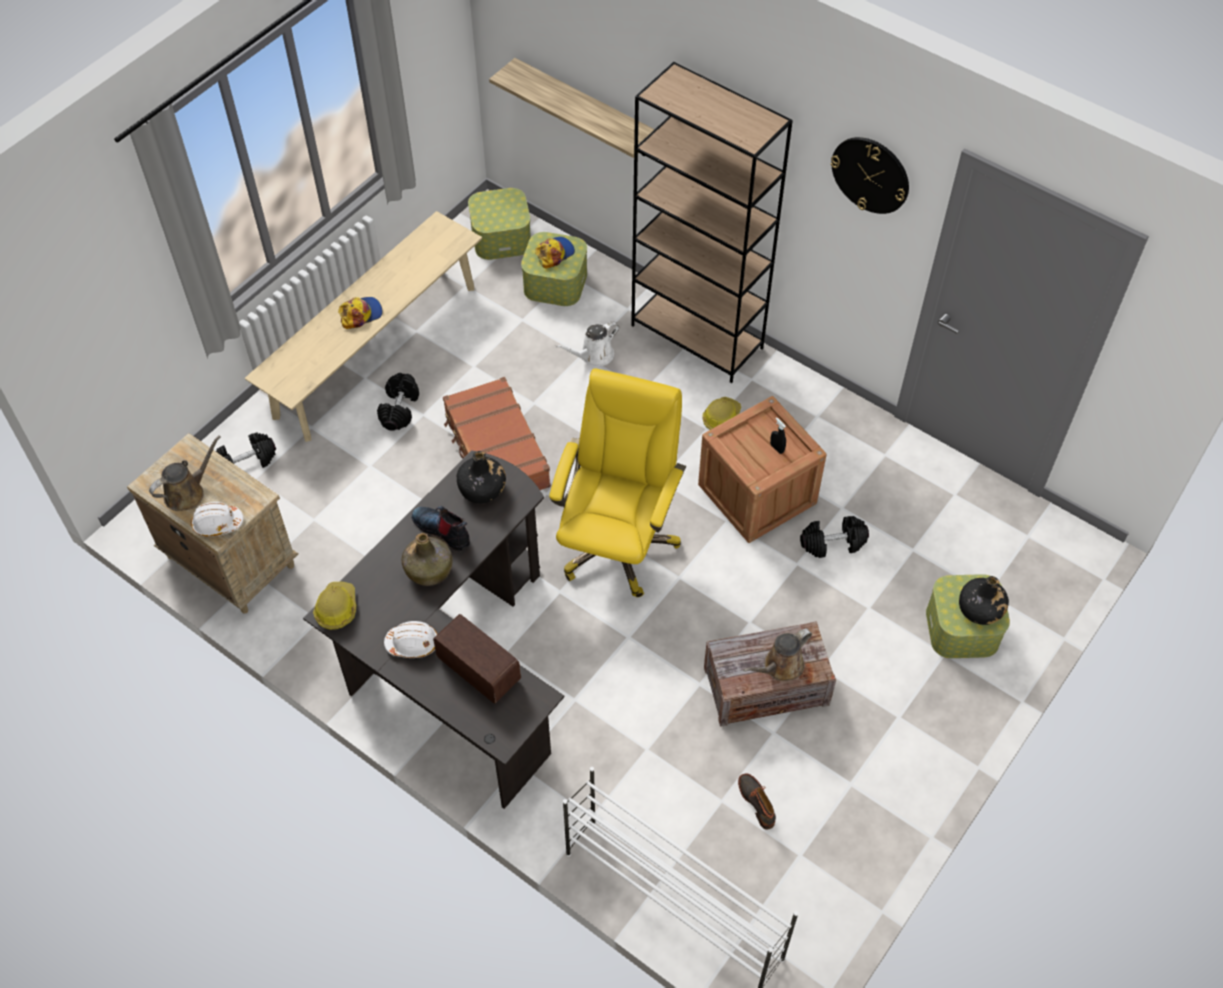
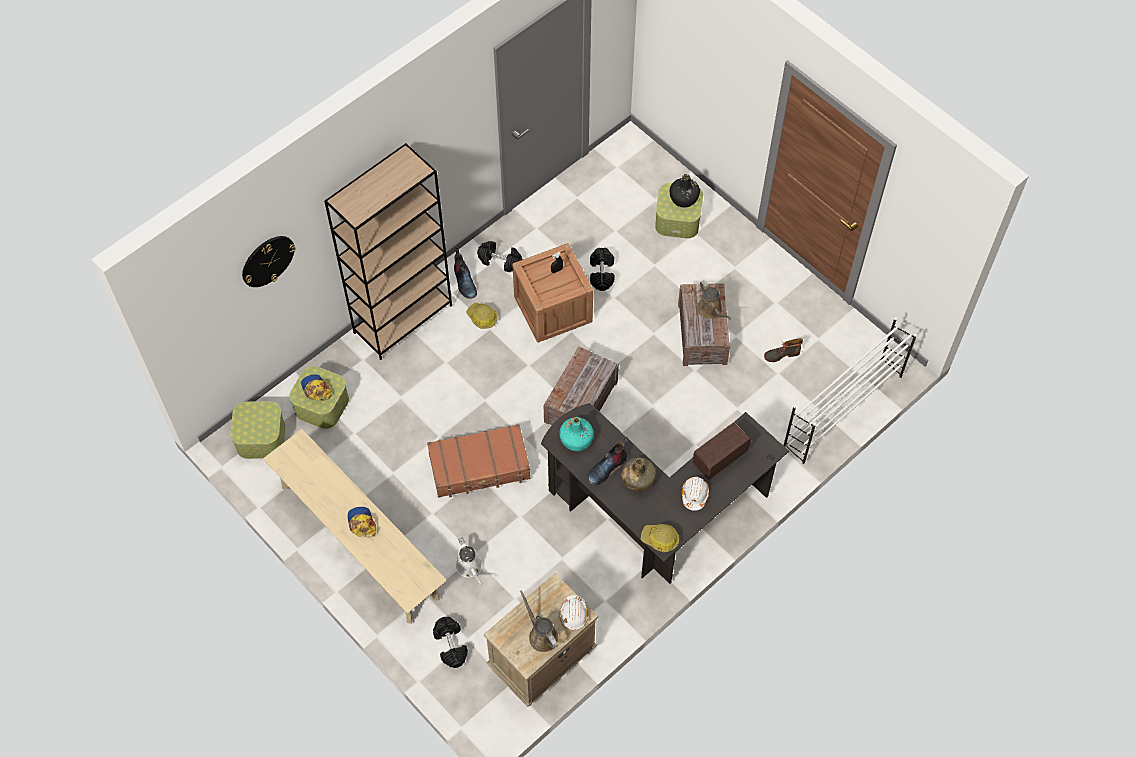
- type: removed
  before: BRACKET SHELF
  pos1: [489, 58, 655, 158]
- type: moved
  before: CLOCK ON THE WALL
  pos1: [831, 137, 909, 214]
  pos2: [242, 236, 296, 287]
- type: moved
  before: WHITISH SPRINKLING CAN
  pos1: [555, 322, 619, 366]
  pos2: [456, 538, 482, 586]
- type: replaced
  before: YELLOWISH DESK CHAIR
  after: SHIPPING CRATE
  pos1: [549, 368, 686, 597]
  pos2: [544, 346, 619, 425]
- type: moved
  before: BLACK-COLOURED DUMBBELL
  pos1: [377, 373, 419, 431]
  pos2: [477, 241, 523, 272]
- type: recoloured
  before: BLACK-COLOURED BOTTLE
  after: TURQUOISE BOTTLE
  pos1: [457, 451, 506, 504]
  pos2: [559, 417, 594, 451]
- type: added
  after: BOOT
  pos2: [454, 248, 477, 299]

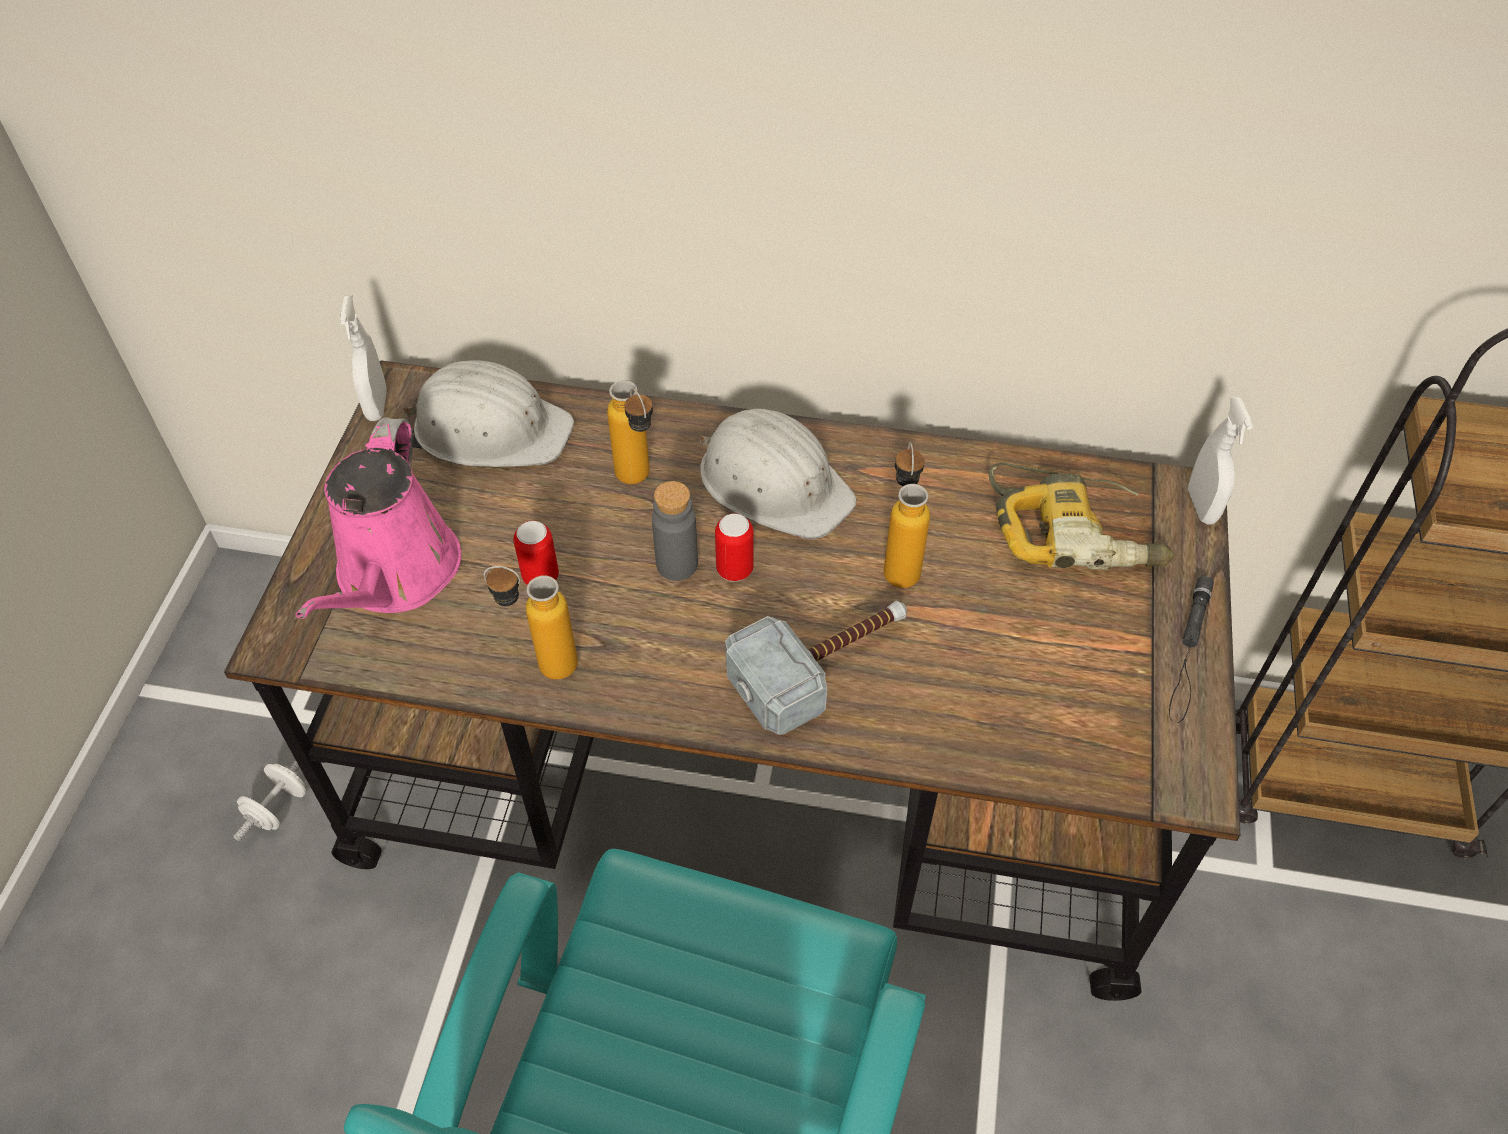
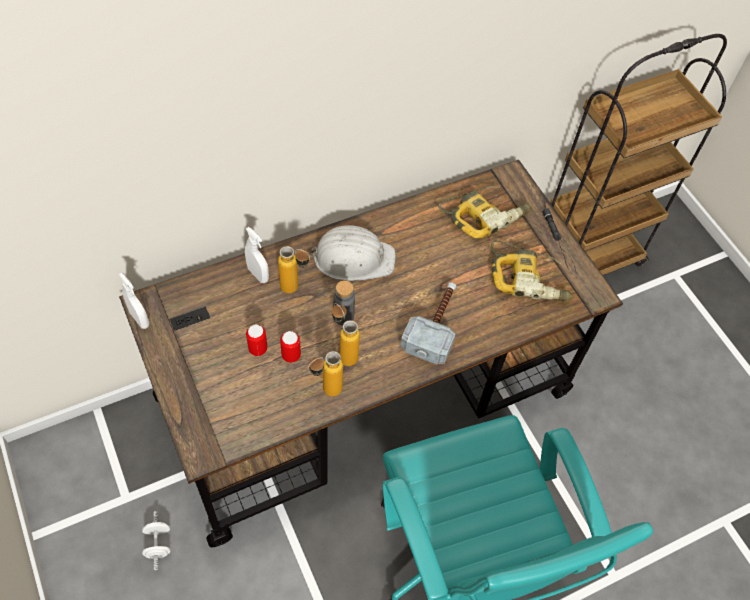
- type: removed
  before: WHITISH SAFETY HELMET
  pos1: [401, 360, 574, 467]
- type: moved
  before: WHITISH SPRAYER
  pos1: [1188, 397, 1253, 525]
  pos2: [245, 227, 269, 283]
- type: removed
  before: PINKISH SPRINKLING CAN
  pos1: [296, 417, 462, 619]
- type: moved
  before: BOTTLE
  pos1: [884, 442, 930, 588]
  pos2: [332, 303, 360, 366]
- type: moved
  before: METAL CAN
  pos1: [715, 513, 754, 582]
  pos2: [246, 324, 267, 356]
- type: added
  after: DRILL
  pos2: [491, 240, 573, 301]

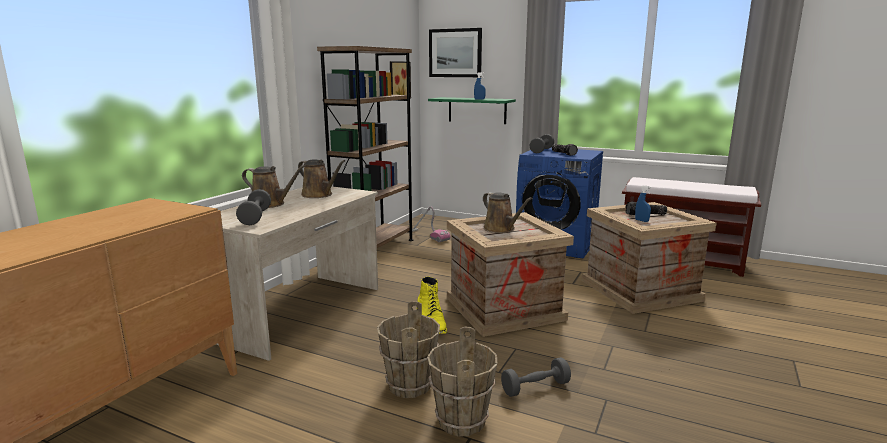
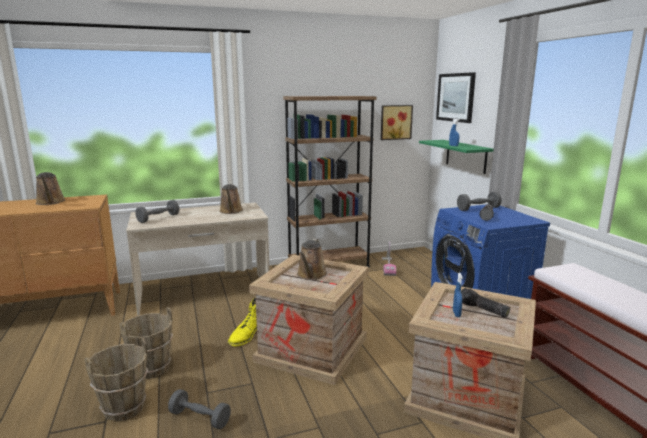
- type: moved
  before: BROWNISH SPRINKLING CAN
  pos1: [242, 165, 306, 208]
  pos2: [36, 172, 65, 205]

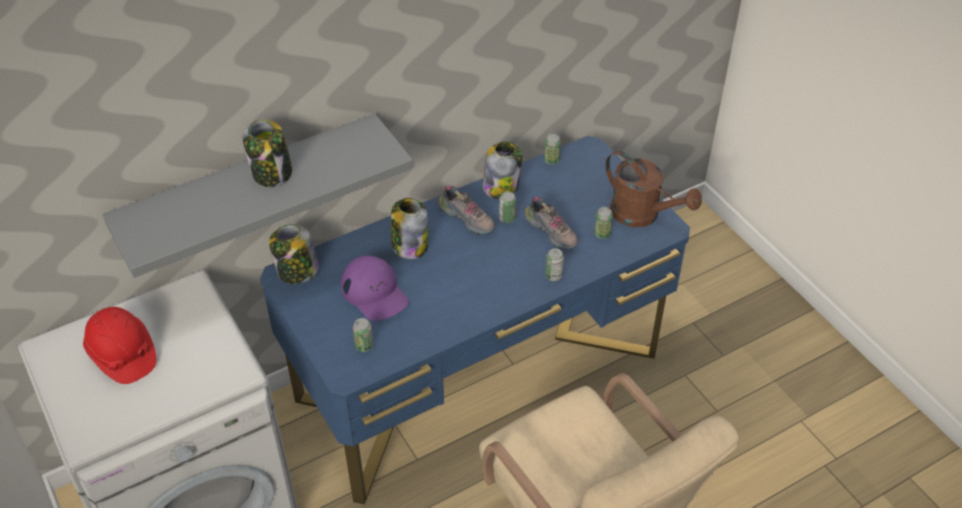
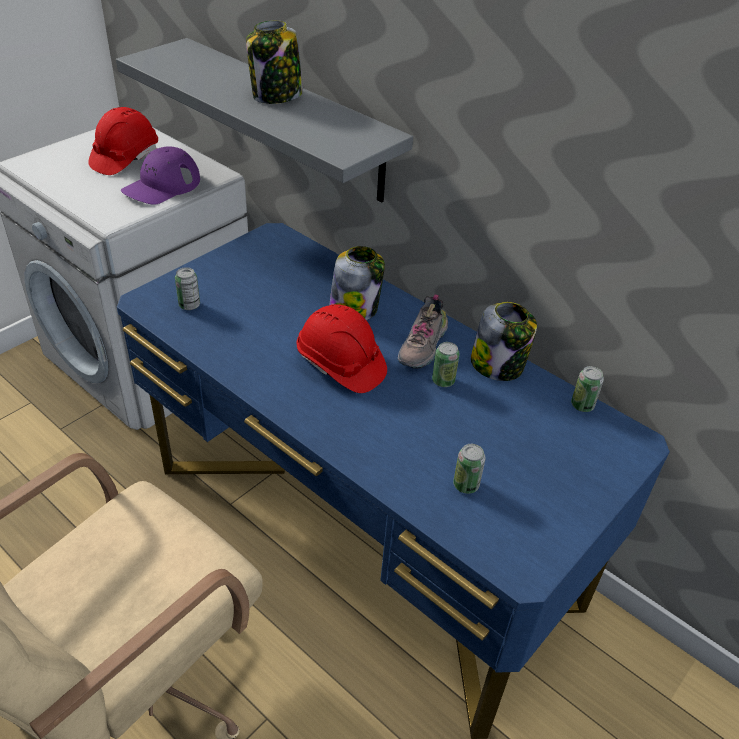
- type: removed
  before: BROWNISH SPRINKLING CAN
  pos1: [605, 151, 702, 227]
- type: removed
  before: ITEM OF FOOTWEAR
  pos1: [524, 196, 578, 250]
- type: removed
  before: PRESERVE JAR
  pos1: [269, 224, 319, 284]
- type: removed
  before: METAL CAN
  pos1: [545, 248, 564, 281]
- type: moved
  before: PURPLE-COLOURED BASEBALL CAP
  pos1: [341, 255, 409, 321]
  pos2: [121, 146, 200, 205]
- type: added
  after: REDDISH SAFETY HELMET
  pos2: [296, 304, 387, 393]

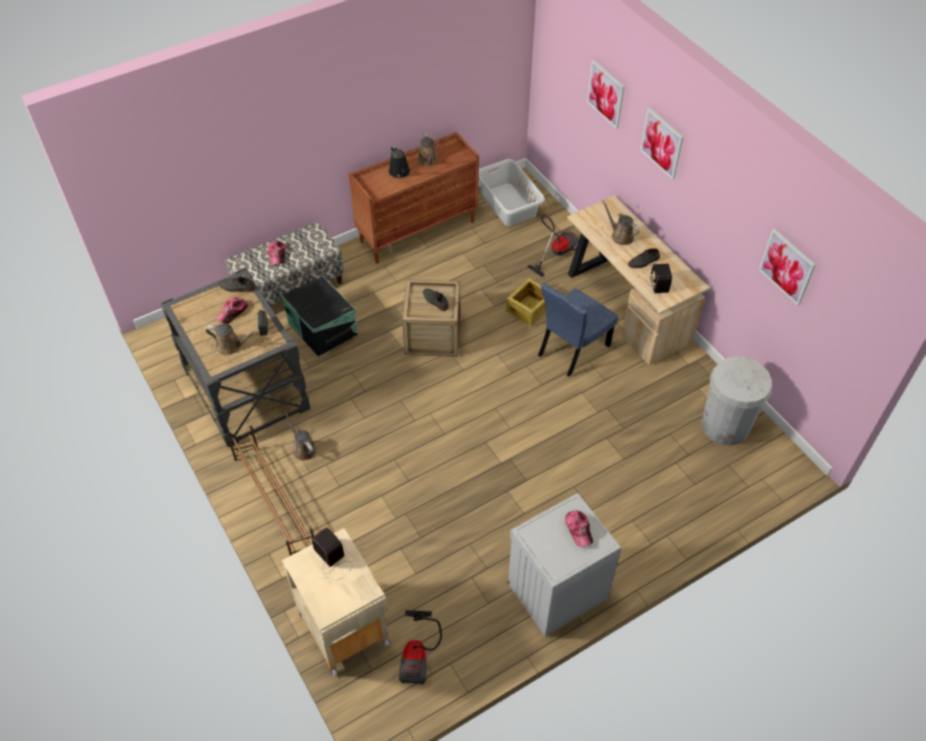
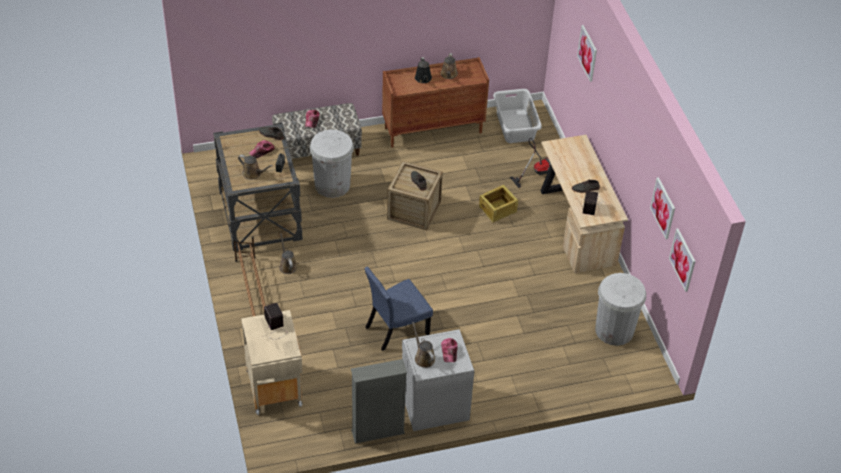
- type: moved
  before: WALL ART
  pos1: [640, 108, 684, 180]
  pos2: [669, 229, 695, 292]
- type: moved
  before: BROWNISH SPRINKLING CAN
  pos1: [602, 200, 640, 245]
  pos2: [412, 322, 435, 368]
- type: replaced
  before: BLACK-COLOURED STORAGE BIN
  after: WHITISH RUBBISH BIN
  pos1: [281, 276, 358, 357]
  pos2: [309, 129, 354, 198]
- type: moved
  before: BLUE-COLOURED PLAIN CHAIR
  pos1: [538, 283, 618, 377]
  pos2: [365, 267, 433, 351]
- type: removed
  before: VACUUM
  pos1: [399, 610, 442, 684]
- type: added
  after: GREY BOOKCASE
  pos2: [351, 359, 407, 444]

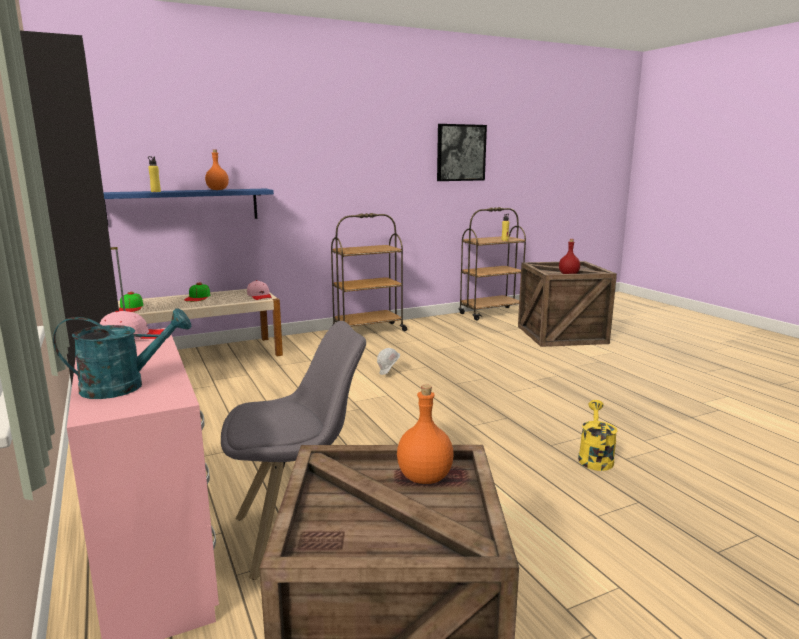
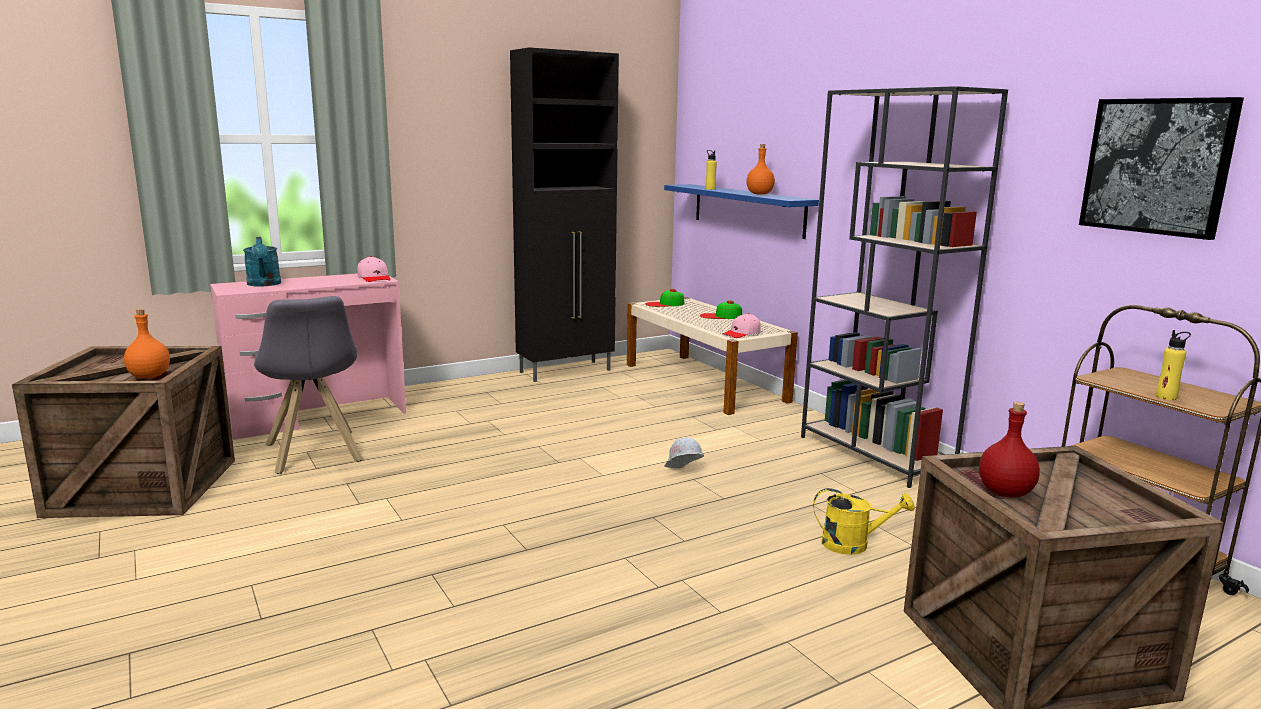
- type: replaced
  before: BROWNISH TROLLEY
  after: BOOKCASE
  pos1: [331, 213, 407, 332]
  pos2: [801, 86, 1008, 488]
- type: moved
  before: YELLOWISH SPRINKLING CAN
  pos1: [578, 400, 617, 471]
  pos2: [813, 488, 915, 555]

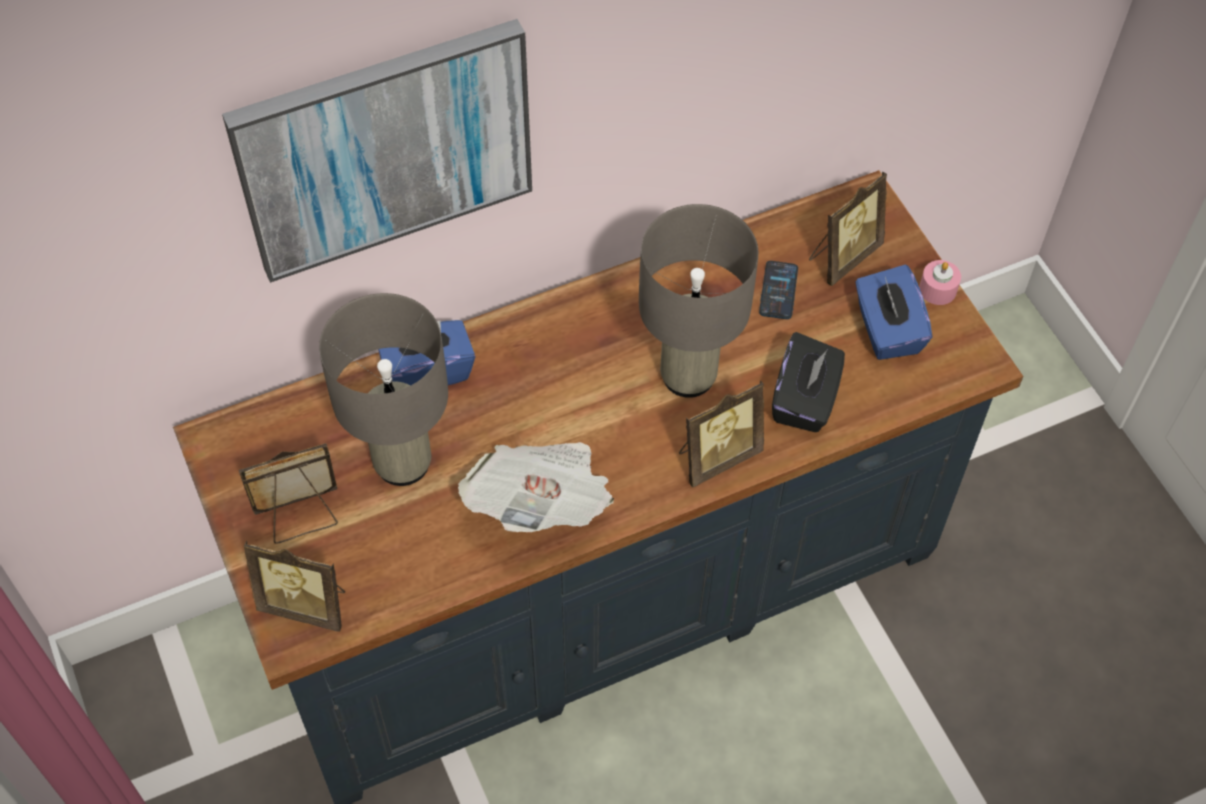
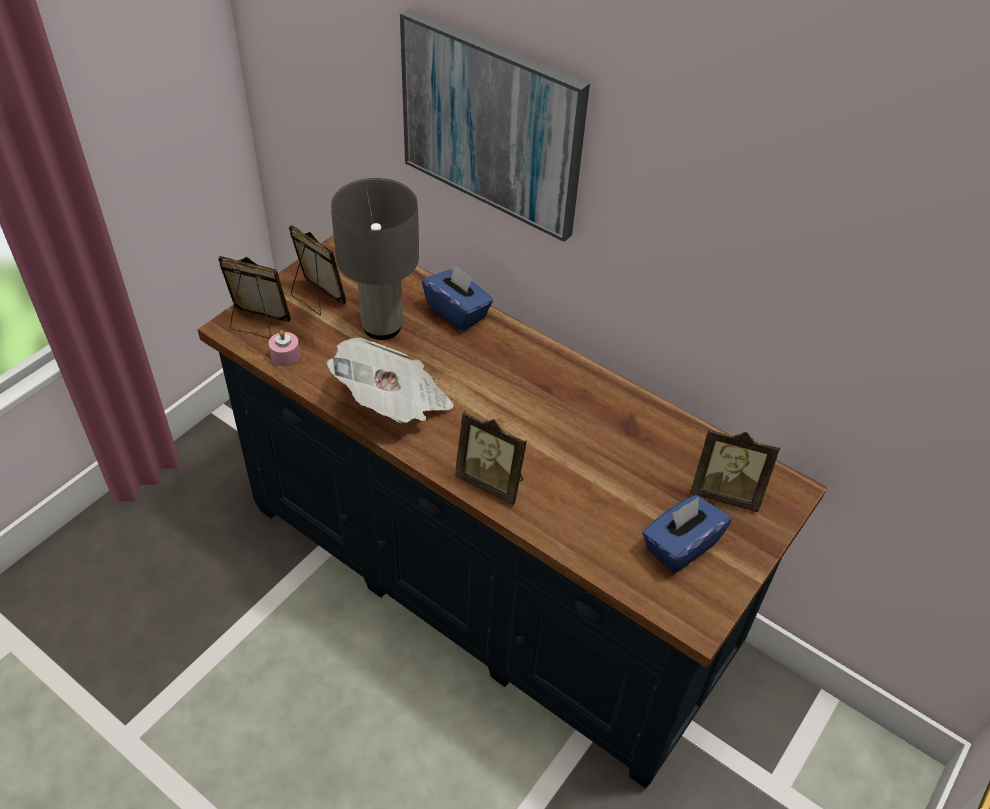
- type: removed
  before: GREY TABLETOP LAMP
  pos1: [639, 204, 758, 398]
- type: moved
  before: PINKISH WAX LIGHT
  pos1: [919, 260, 961, 305]
  pos2: [269, 330, 300, 366]
- type: removed
  before: HANDSET
  pos1: [759, 261, 798, 319]
- type: removed
  before: BLACK-COLOURED TISSUE BOX
  pos1: [772, 332, 845, 432]
- type: turned
  before: PICTURE FRAME
  pos1: [244, 541, 345, 632]
  pos2: [218, 256, 291, 339]
  turn: 120

